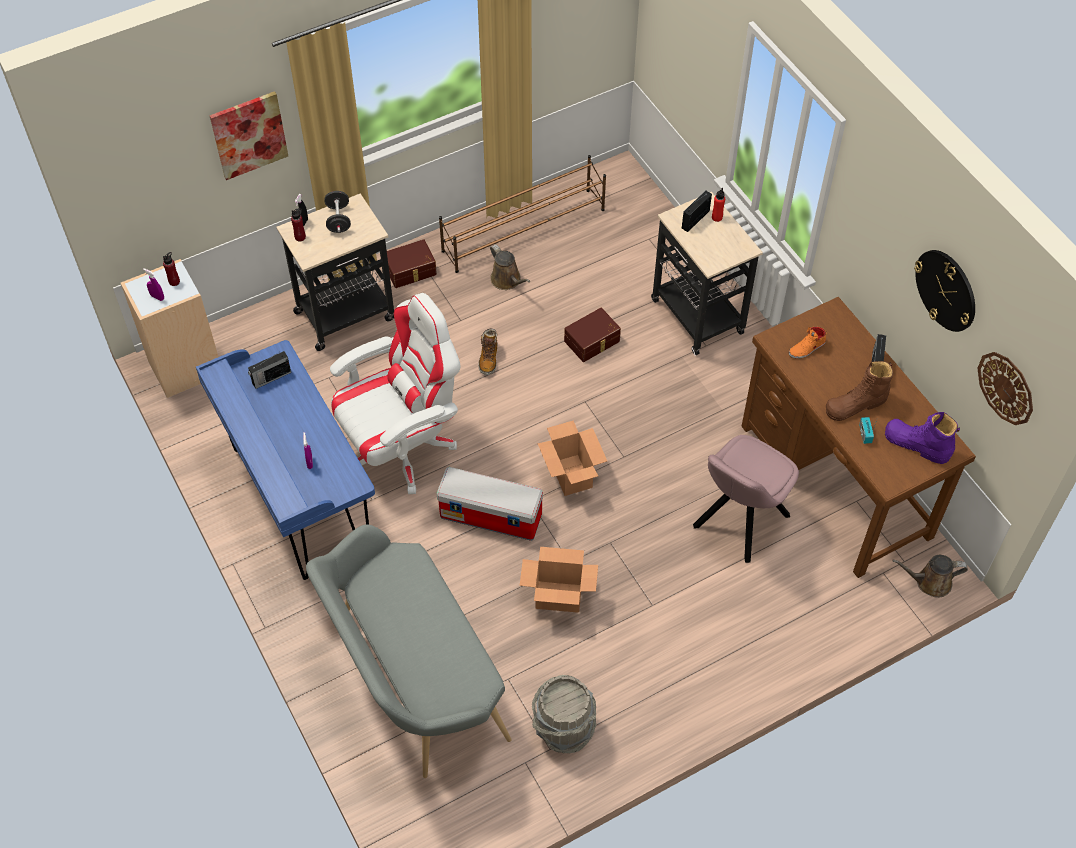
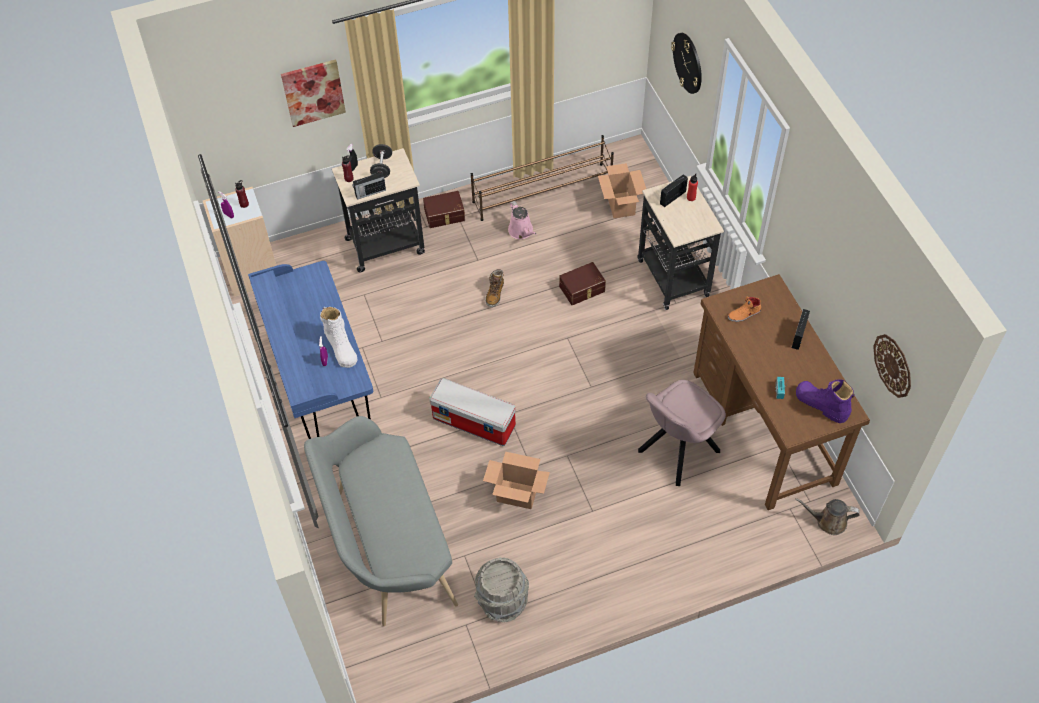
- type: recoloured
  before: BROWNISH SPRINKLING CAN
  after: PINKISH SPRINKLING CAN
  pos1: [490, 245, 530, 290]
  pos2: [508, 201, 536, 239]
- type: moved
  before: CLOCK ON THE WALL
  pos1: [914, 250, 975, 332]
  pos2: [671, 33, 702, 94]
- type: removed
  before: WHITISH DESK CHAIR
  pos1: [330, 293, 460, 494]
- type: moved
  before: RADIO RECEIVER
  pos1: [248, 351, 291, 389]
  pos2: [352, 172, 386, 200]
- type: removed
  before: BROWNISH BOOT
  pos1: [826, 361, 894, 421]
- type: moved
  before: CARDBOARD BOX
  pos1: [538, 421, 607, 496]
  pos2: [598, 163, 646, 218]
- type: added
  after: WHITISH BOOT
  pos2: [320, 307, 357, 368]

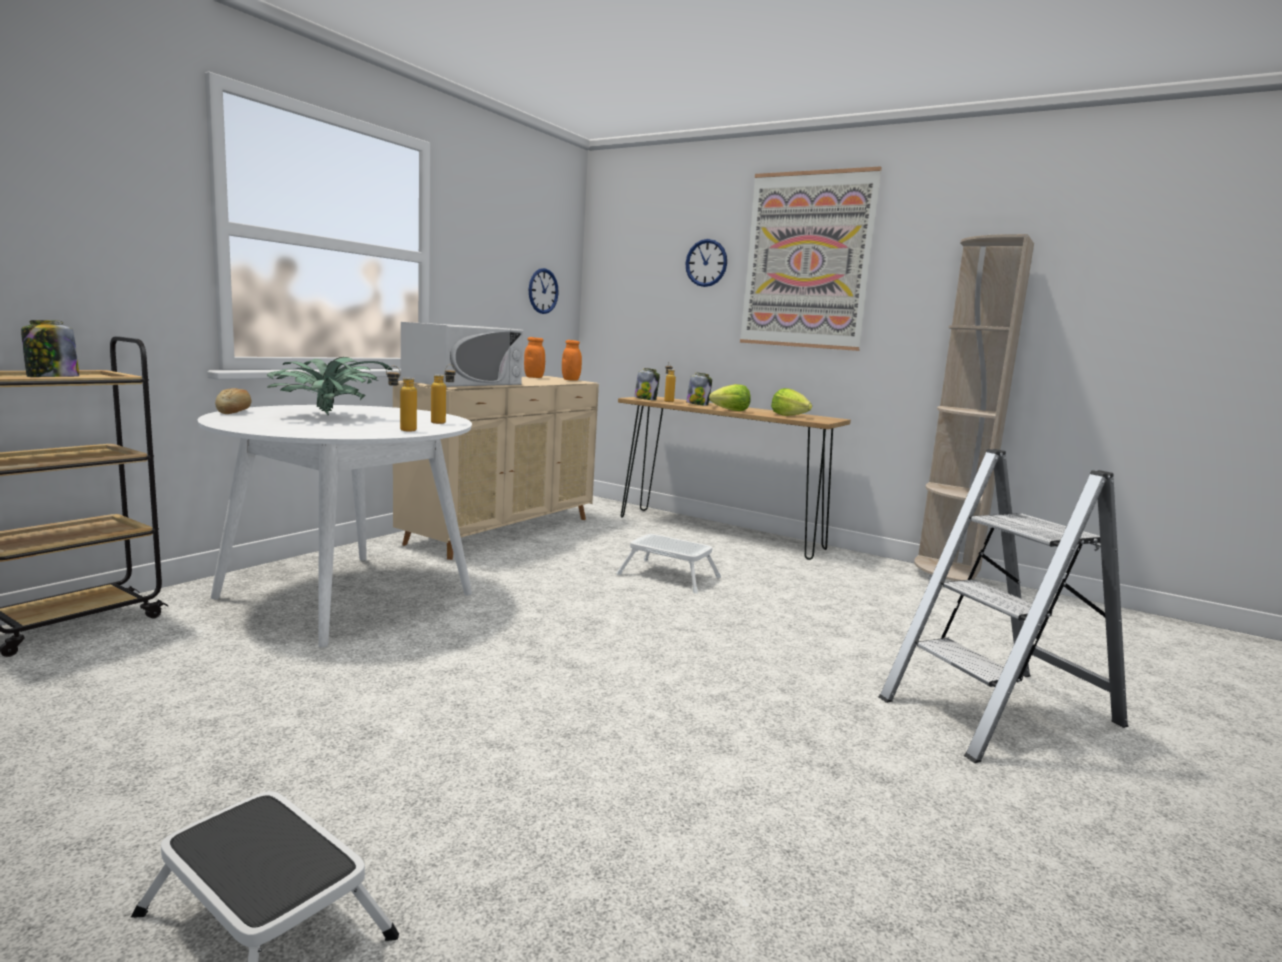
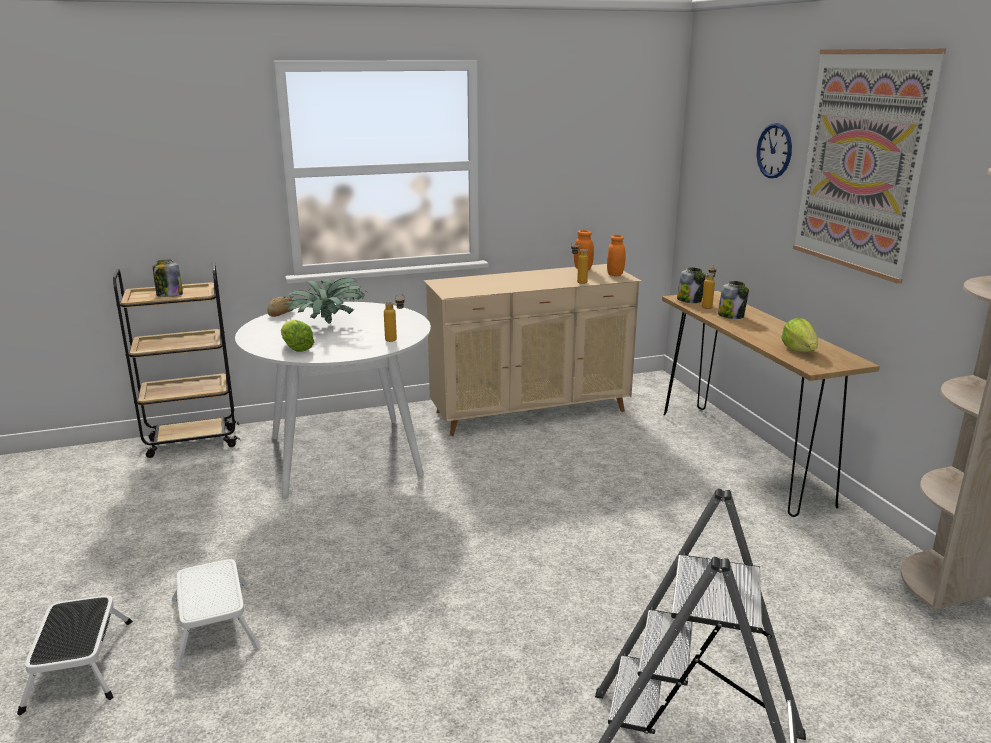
- type: removed
  before: CLOCK ON THE WALL
  pos1: [529, 268, 559, 314]
- type: removed
  before: WHITISH KITCHEN MICROWAVE
  pos1: [401, 322, 523, 387]
- type: moved
  before: BOTTLE
  pos1: [386, 366, 417, 431]
  pos2: [571, 241, 588, 284]
- type: moved
  before: LETTUCE HEAD
  pos1: [709, 384, 751, 411]
  pos2: [281, 320, 314, 352]
- type: moved
  before: WHITISH STEPLADDER
  pos1: [616, 534, 721, 593]
  pos2: [171, 559, 261, 669]

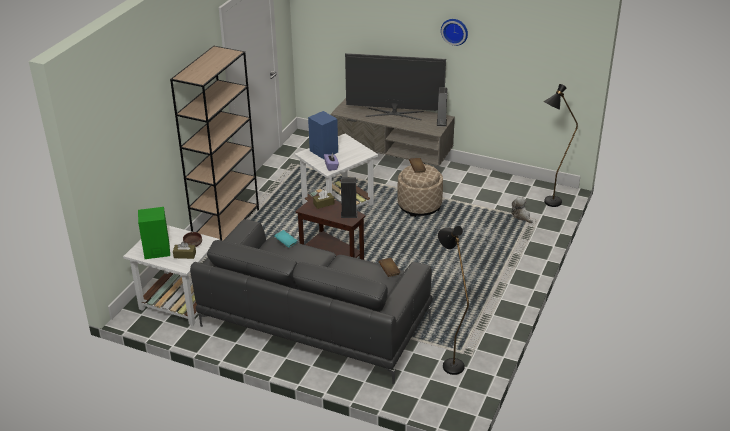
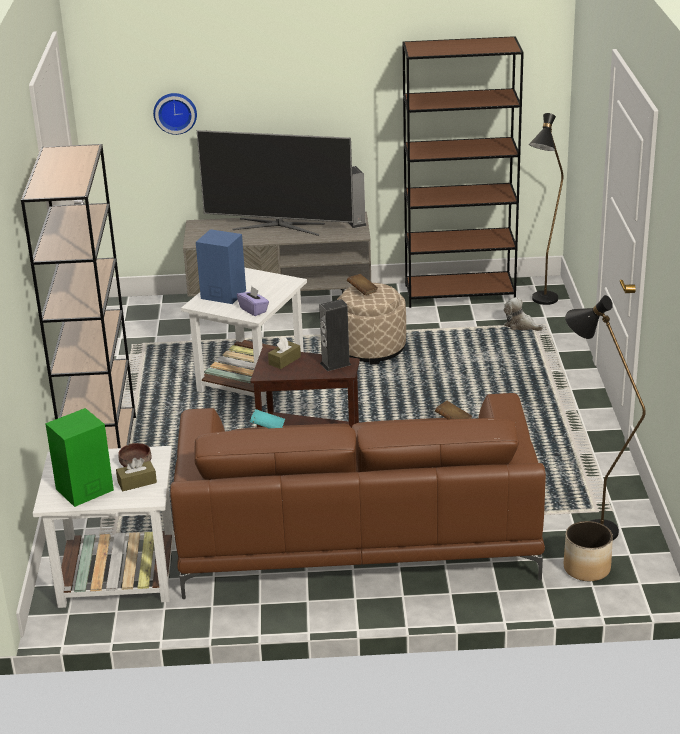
- type: moved
  before: CLOCK ON THE WALL
  pos1: [441, 19, 468, 46]
  pos2: [153, 93, 197, 135]
- type: turned
  before: TV
  pos1: [345, 53, 446, 120]
  pos2: [197, 130, 354, 236]
  turn: -150
- type: recoloured
  before: GREY SOFA
  after: BROWNISH SOFA
  pos1: [190, 219, 433, 384]
  pos2: [170, 393, 546, 599]
- type: added
  after: BROWNISH BOOKCASE
  pos2: [402, 36, 524, 308]
- type: added
  after: PLANT POT
  pos2: [564, 521, 613, 581]

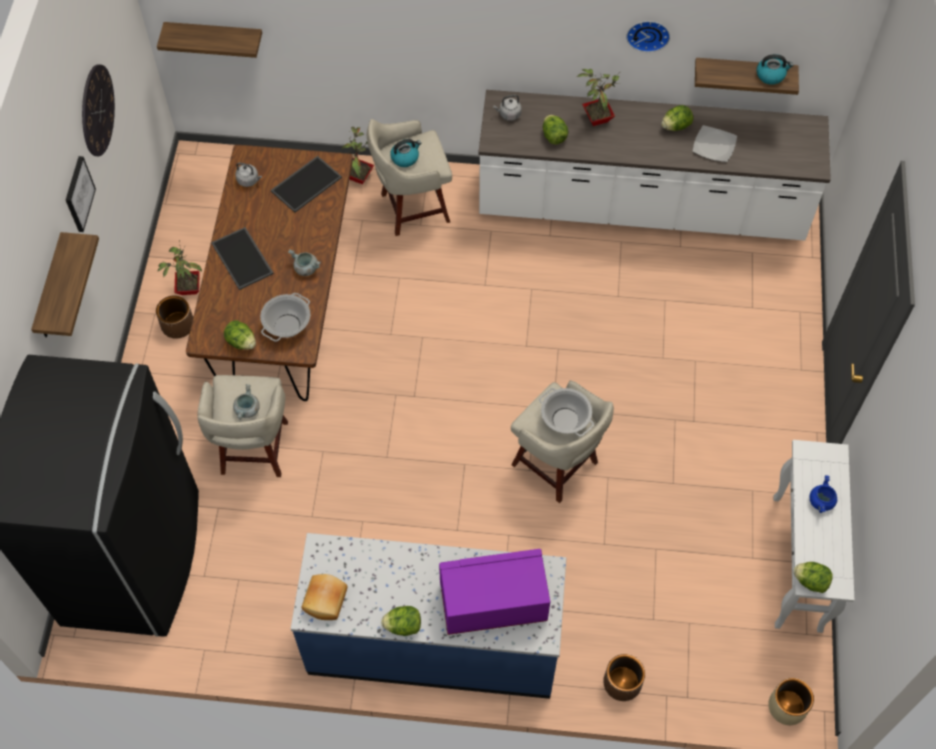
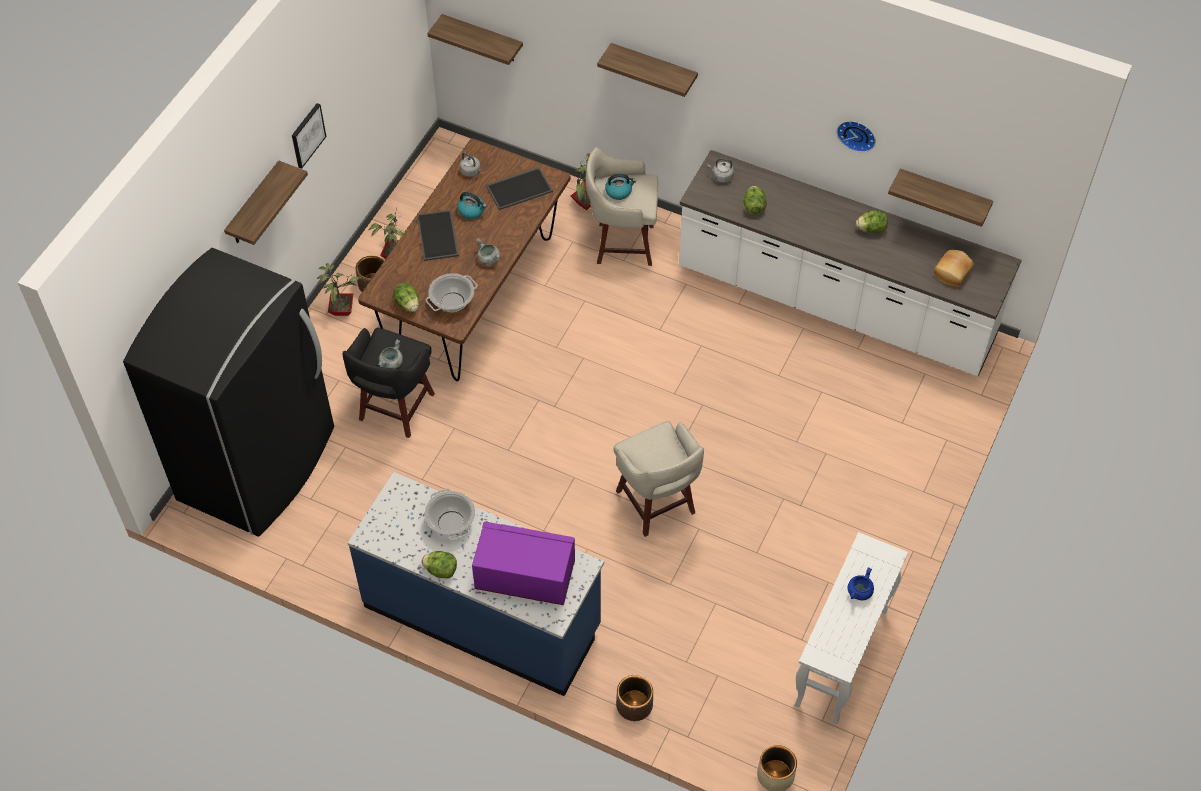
- type: moved
  before: KETTLE
  pos1: [756, 54, 793, 85]
  pos2: [457, 192, 487, 219]
- type: removed
  before: CLOCK ON THE WALL
  pos1: [82, 64, 115, 156]
- type: moved
  before: HOUSEPLANT
  pos1: [577, 69, 621, 126]
  pos2: [317, 263, 361, 316]
- type: removed
  before: DINNER PLATE
  pos1: [692, 125, 737, 162]
- type: recoloured
  before: BEIGE-COLOURED STOOL
  after: BLACK-COLOURED STOOL
  pos1: [197, 375, 288, 477]
  pos2: [343, 328, 435, 438]
- type: moved
  before: COOKING POT
  pos1: [539, 388, 594, 437]
  pos2: [424, 488, 475, 540]
- type: removed
  before: LETTUCE HEAD
  pos1: [793, 562, 833, 593]
- type: moved
  before: BREAD
  pos1: [302, 574, 348, 620]
  pos2: [934, 250, 974, 287]
- type: added
  after: BRACKET SHELF
  pos2: [597, 43, 698, 97]

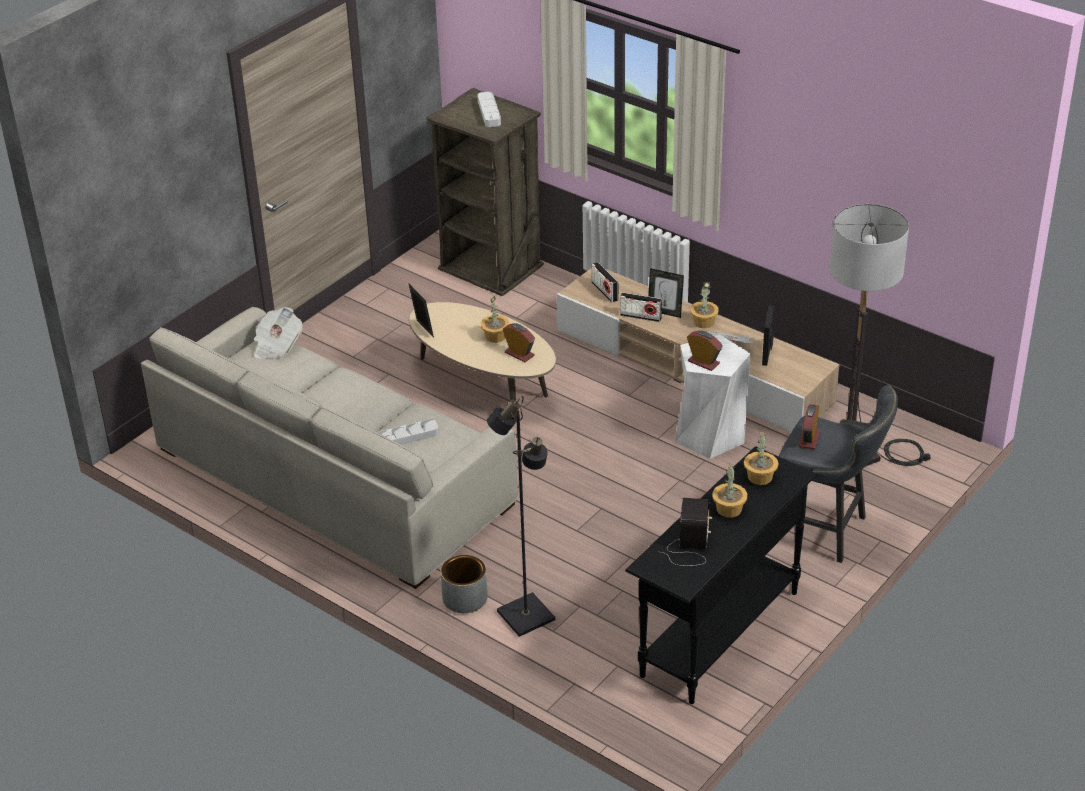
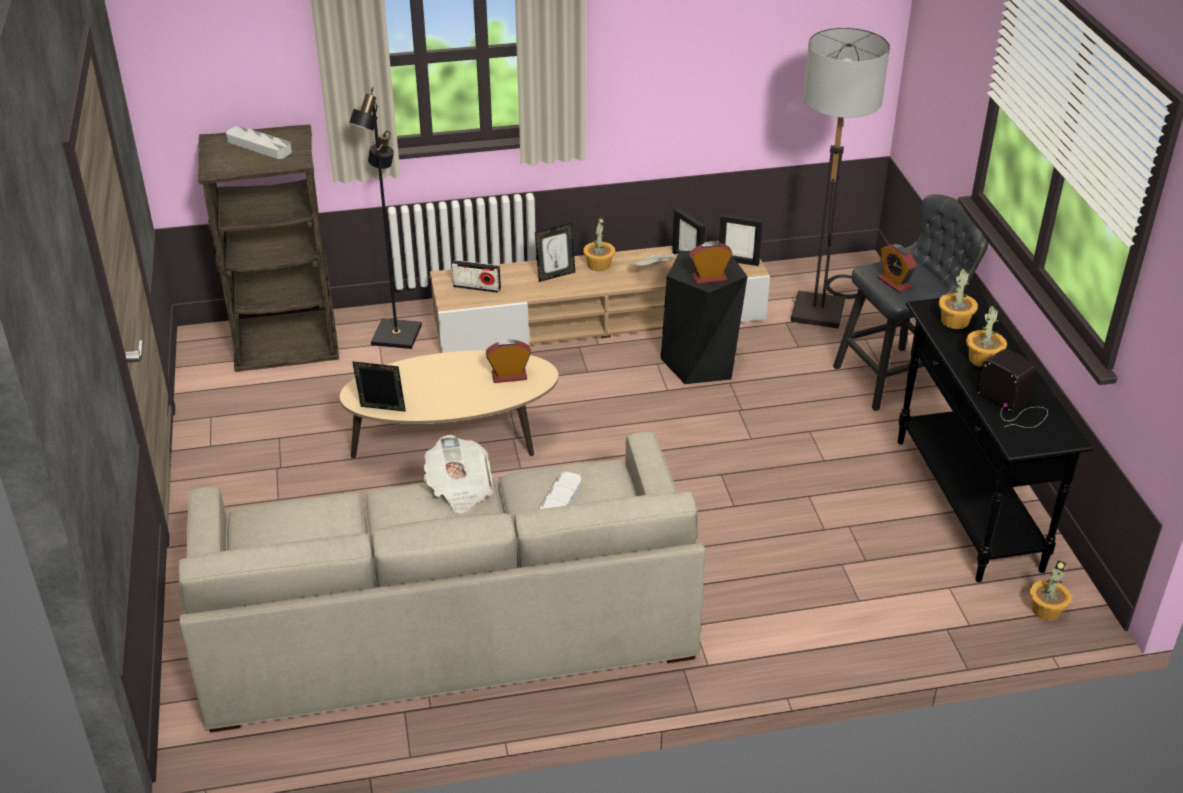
- type: removed
  before: RADIO RECEIVER
  pos1: [620, 292, 662, 322]
- type: moved
  before: HOUSEPLANT
  pos1: [481, 296, 510, 343]
  pos2: [1030, 560, 1071, 621]
- type: moved
  before: DAILY PAPER
  pos1: [254, 307, 303, 359]
  pos2: [424, 435, 493, 514]
- type: recoloured
  before: WHITISH STOOL
  after: BLACK-COLOURED STOOL
  pos1: [675, 334, 751, 459]
  pos2: [661, 251, 748, 384]
- type: moved
  before: BLACK-COLOURED STANDARD LAMP
  pos1: [487, 396, 555, 637]
  pos2: [349, 87, 422, 349]
- type: removed
  before: GREY PLANT POT
  pos1: [441, 555, 488, 613]
- type: added
  after: PICTURE FRAME
  pos2: [719, 214, 763, 266]

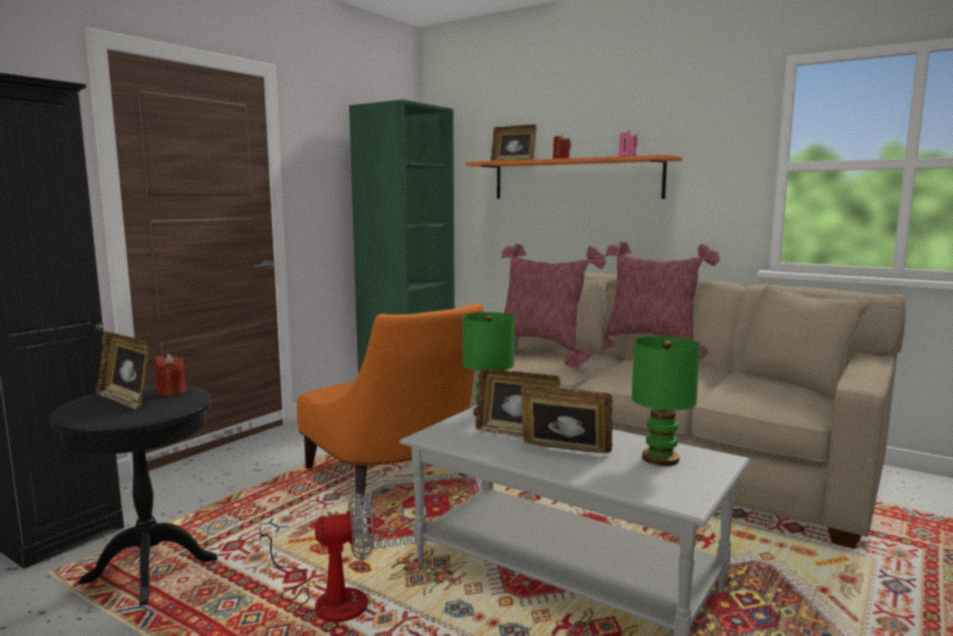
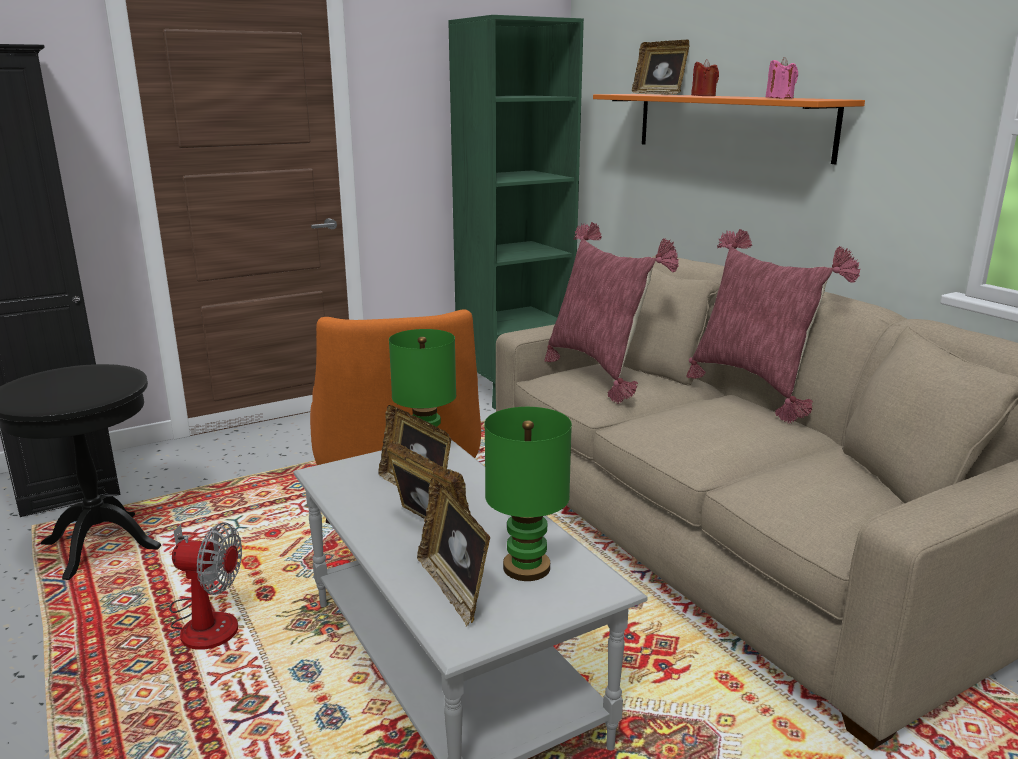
- type: moved
  before: PICTURE FRAME
  pos1: [96, 332, 149, 410]
  pos2: [417, 478, 490, 627]
- type: removed
  before: REDDISH WAX LIGHT
  pos1: [154, 354, 186, 396]

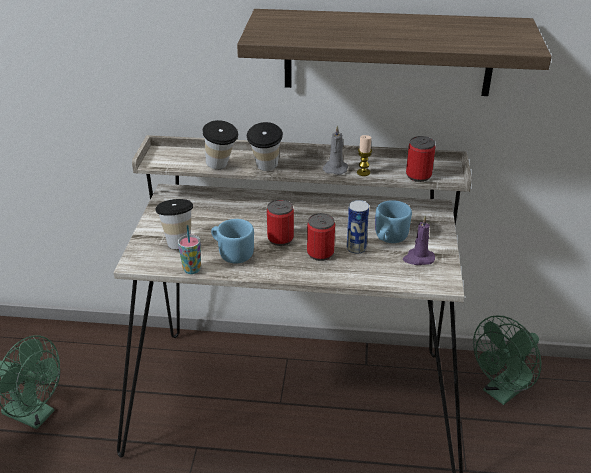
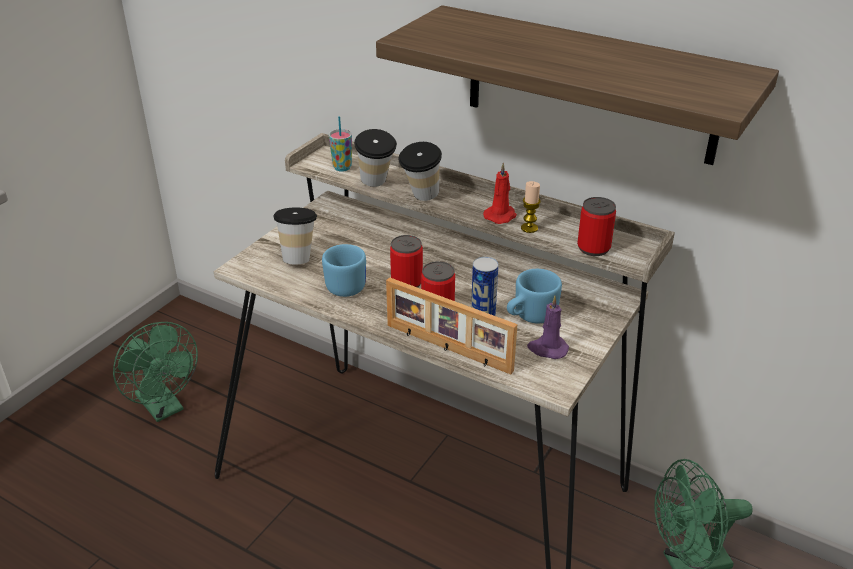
- type: recoloured
  before: GREY WAX LIGHT
  after: REDDISH WAX LIGHT
  pos1: [323, 125, 348, 175]
  pos2: [483, 162, 517, 224]
- type: moved
  before: DRINKING CUP
  pos1: [178, 225, 201, 274]
  pos2: [329, 116, 352, 172]
- type: added
  after: PICTURE FRAME
  pos2: [386, 277, 517, 374]

